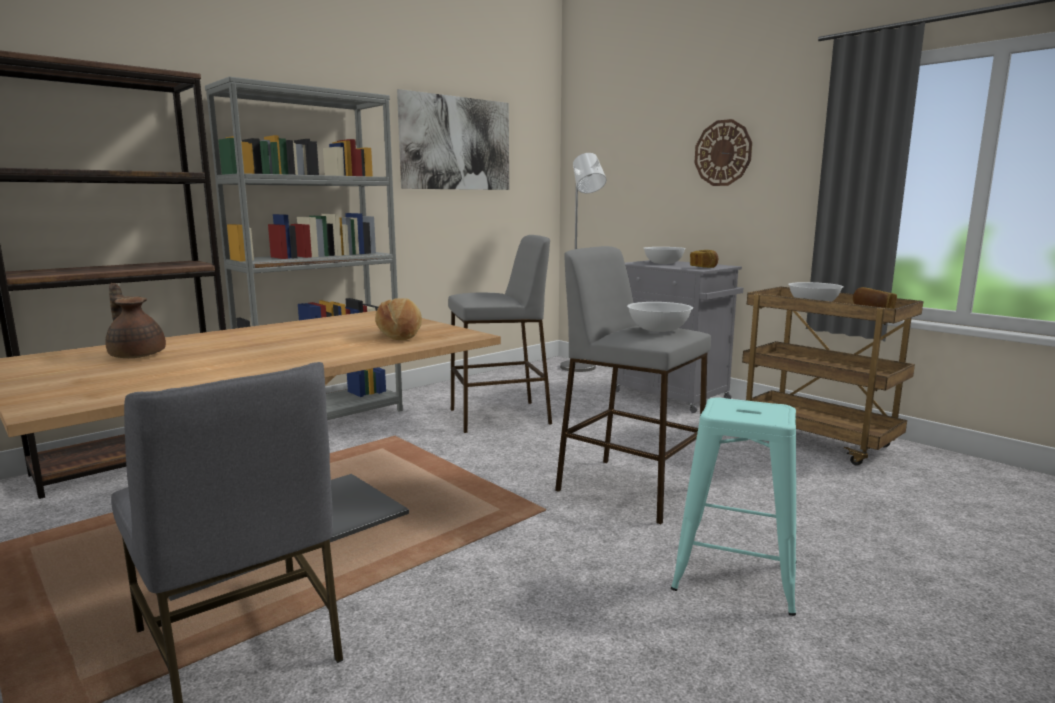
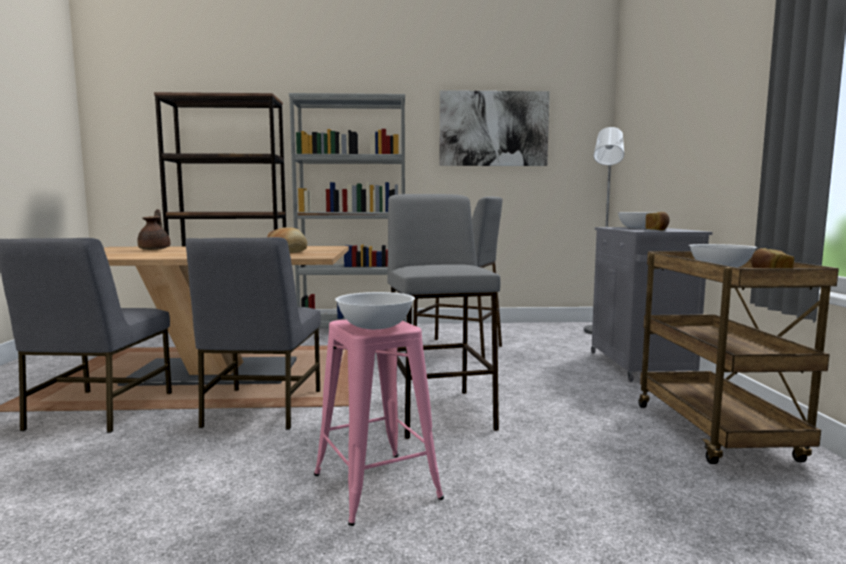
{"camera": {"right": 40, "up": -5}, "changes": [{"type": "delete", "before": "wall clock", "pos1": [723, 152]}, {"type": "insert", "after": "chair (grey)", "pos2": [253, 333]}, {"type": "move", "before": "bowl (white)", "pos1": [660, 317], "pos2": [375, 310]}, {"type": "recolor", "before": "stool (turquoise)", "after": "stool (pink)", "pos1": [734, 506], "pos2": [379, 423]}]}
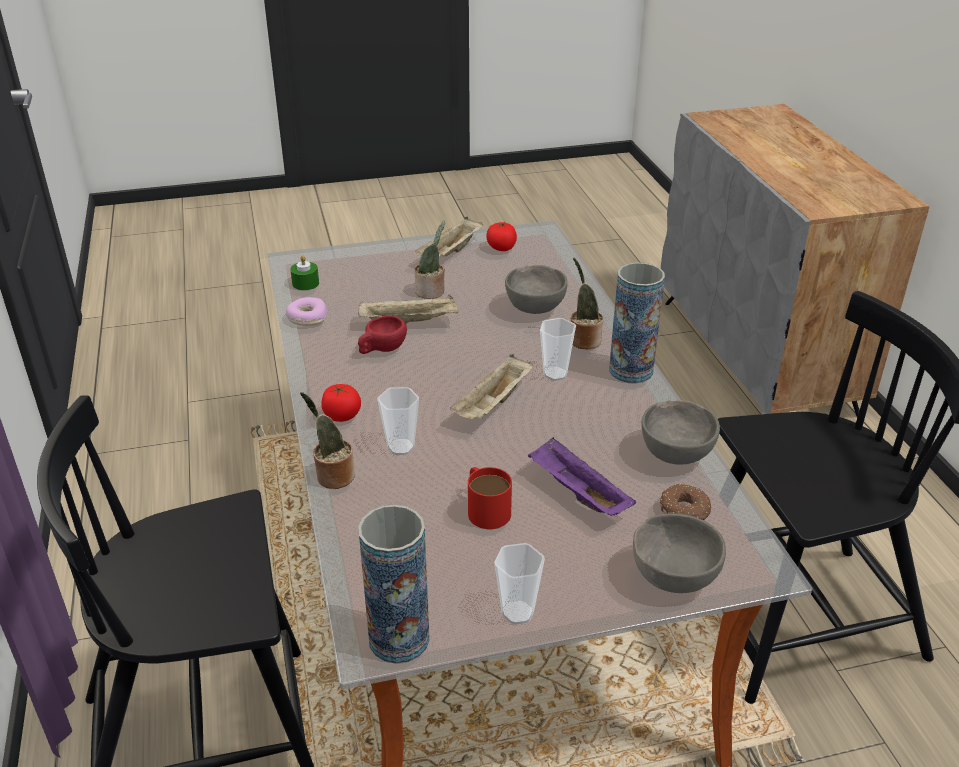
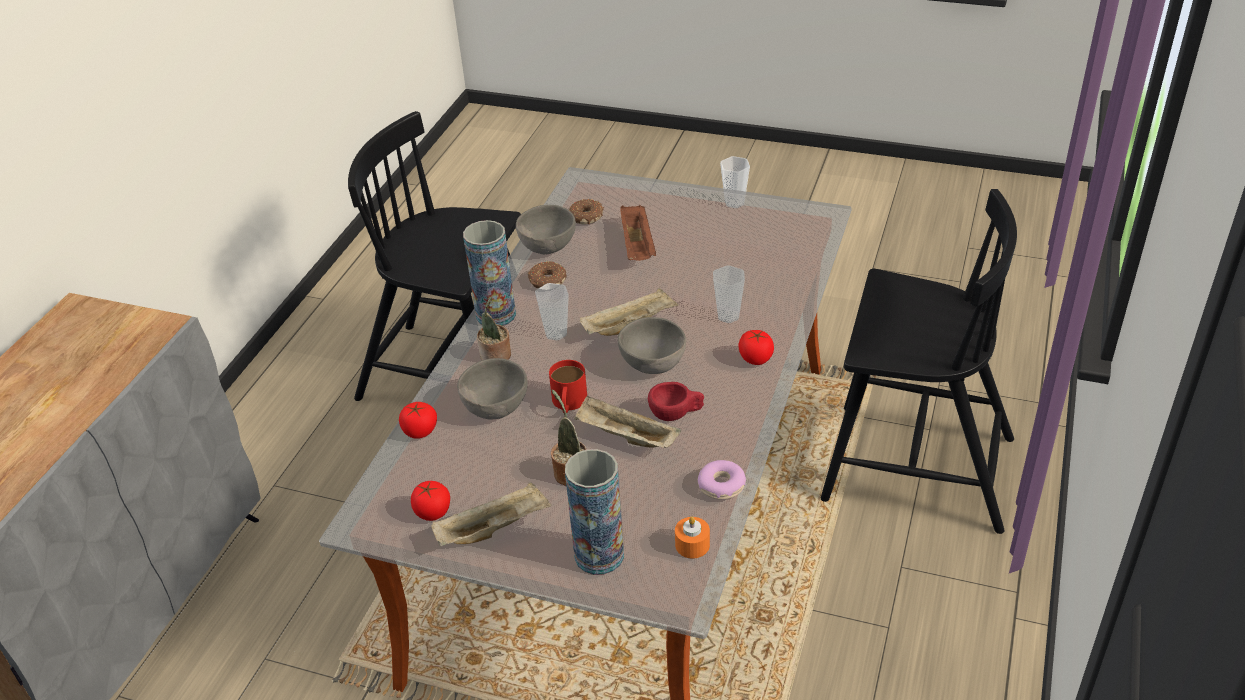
{"camera": {"right": -145, "up": 5}, "changes": [{"type": "delete", "before": "potted plant", "pos1": [327, 440]}, {"type": "insert", "after": "tomato", "pos2": [418, 420]}, {"type": "insert", "after": "donut", "pos2": [547, 274]}, {"type": "move", "before": "vase", "pos1": [394, 584], "pos2": [594, 512]}, {"type": "move", "before": "mug (red)", "pos1": [490, 498], "pos2": [568, 386]}, {"type": "move", "before": "bowl (grey)", "pos1": [679, 553], "pos2": [652, 345]}, {"type": "recolor", "before": "candle (green)", "after": "candle (orange)", "pos1": [304, 272], "pos2": [692, 538]}, {"type": "recolor", "before": "tray (purple)", "after": "tray (brown)", "pos1": [582, 476], "pos2": [638, 233]}]}
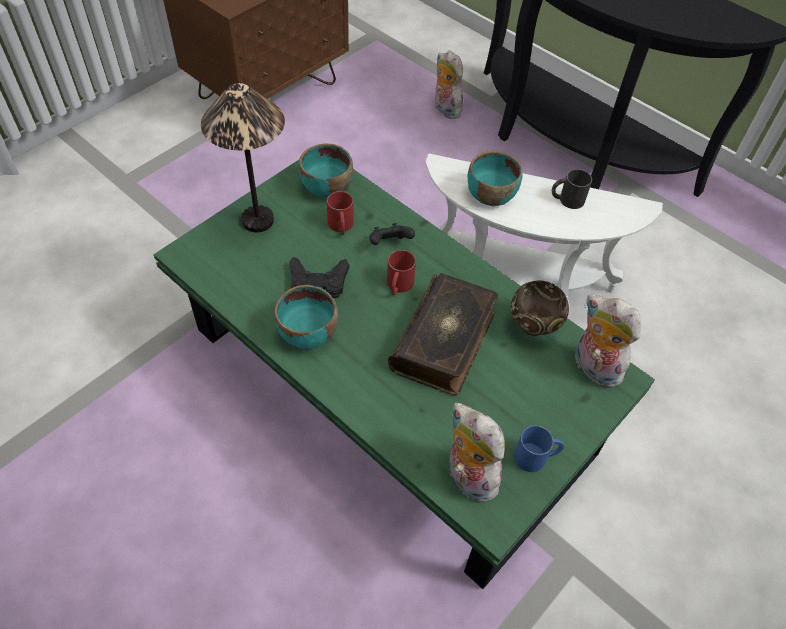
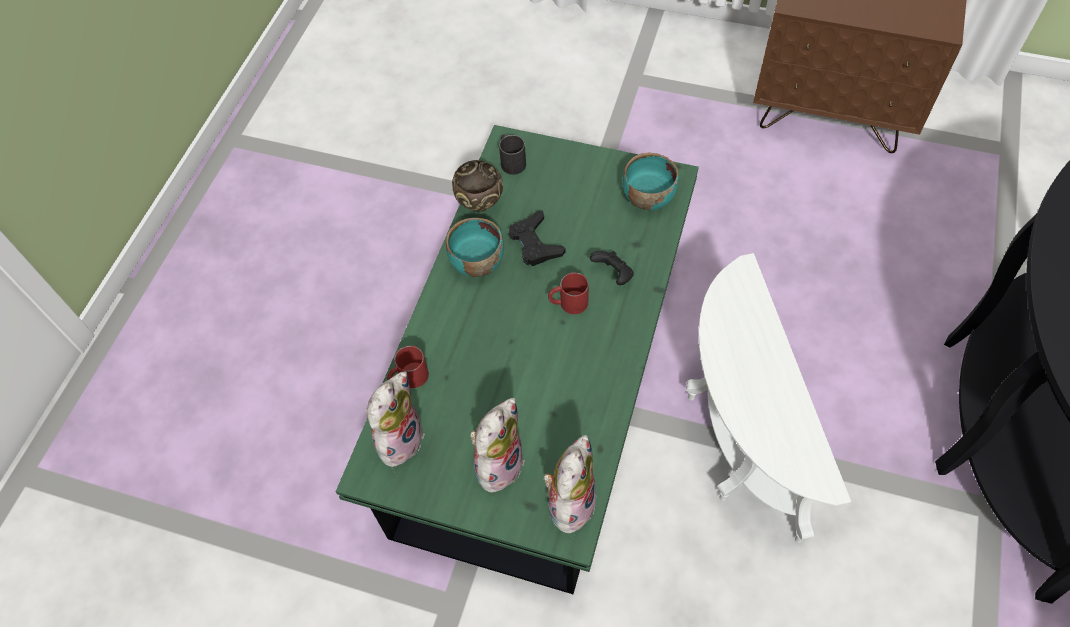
{"camera": {"right": 70, "up": 5}, "changes": [{"type": "delete", "before": "table lamp", "pos1": [243, 157]}, {"type": "delete", "before": "book", "pos1": [443, 334]}, {"type": "delete", "before": "bowl (turquoise)", "pos1": [495, 178]}, {"type": "delete", "before": "mug (blue)", "pos1": [539, 448]}, {"type": "move", "before": "mug (red)", "pos1": [340, 213], "pos2": [408, 367]}, {"type": "move", "before": "plush toy", "pos1": [449, 84], "pos2": [497, 445]}, {"type": "move", "before": "bowl (brown)", "pos1": [540, 308], "pos2": [477, 186]}, {"type": "move", "before": "mug (black)", "pos1": [572, 189], "pos2": [512, 154]}]}
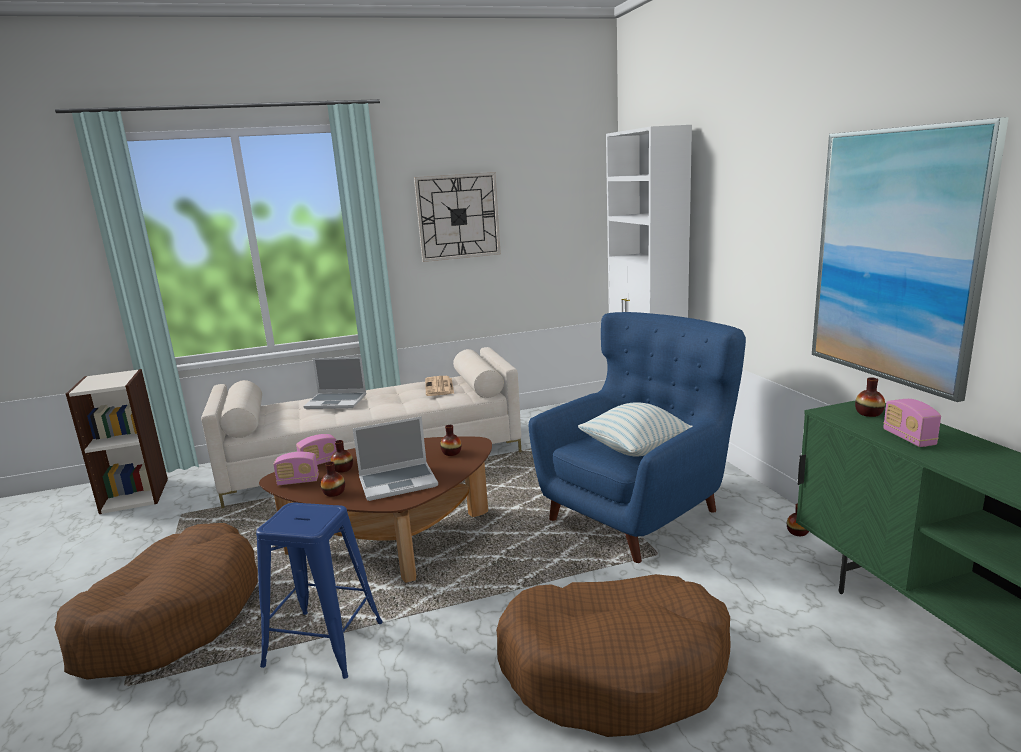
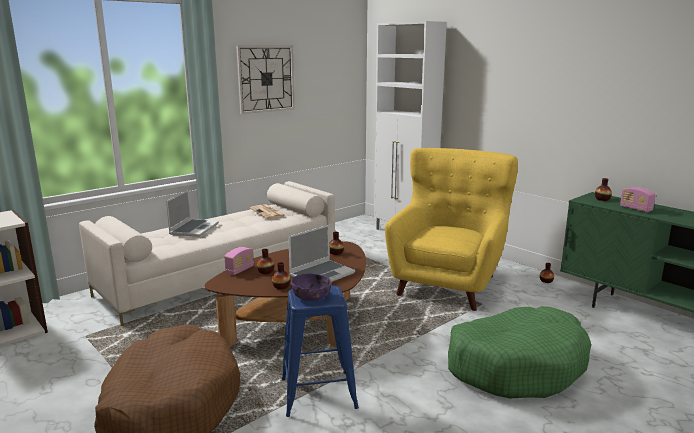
{"camera": {"right": -25, "up": 0}, "changes": [{"type": "delete", "before": "radio", "pos1": [296, 468]}, {"type": "delete", "before": "pillow", "pos1": [635, 429]}, {"type": "delete", "before": "picture", "pos1": [910, 259]}, {"type": "insert", "after": "bowl (purple)", "pos2": [311, 287]}, {"type": "recolor", "before": "dog bed (brown)", "after": "dog bed (green)", "pos1": [613, 655], "pos2": [519, 352]}, {"type": "recolor", "before": "armchair (blue)", "after": "armchair (yellow)", "pos1": [637, 437], "pos2": [451, 229]}, {"type": "rotate", "before": "laptop", "pos1": [335, 383], "pos2": [192, 213], "turn": -60}]}
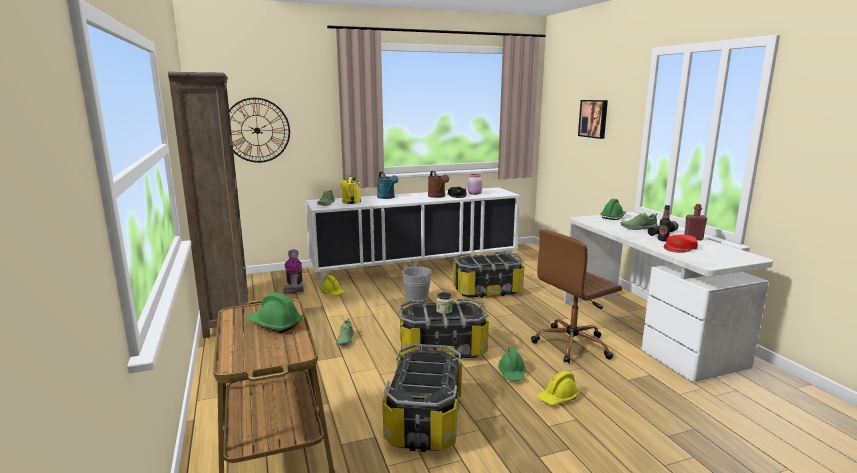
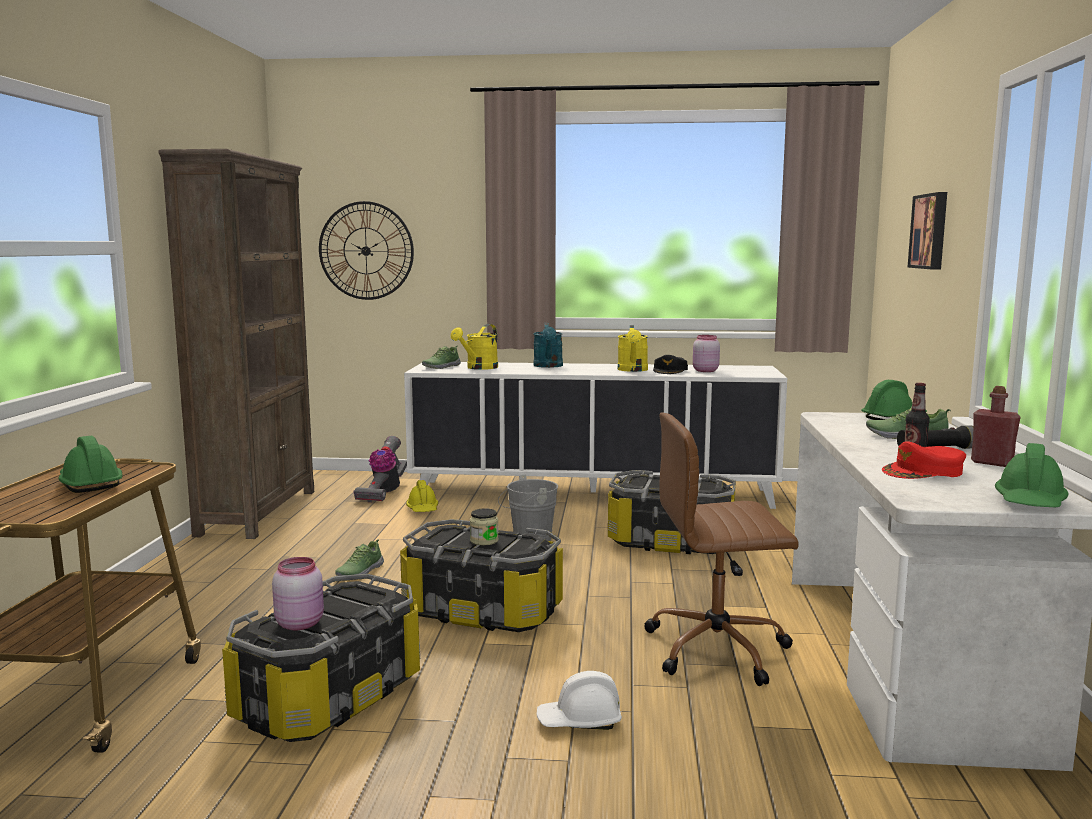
{"camera": {"right": 25, "up": -5}, "changes": [{"type": "insert", "after": "jar (pink)", "pos2": [298, 593]}, {"type": "move", "before": "hard hat (green)", "pos1": [512, 364], "pos2": [1032, 475]}, {"type": "recolor", "before": "watering can (brown)", "after": "watering can (yellow)", "pos1": [438, 184], "pos2": [633, 348]}, {"type": "recolor", "before": "hard hat (yellow)", "after": "hard hat (white)", "pos1": [558, 388], "pos2": [579, 700]}]}
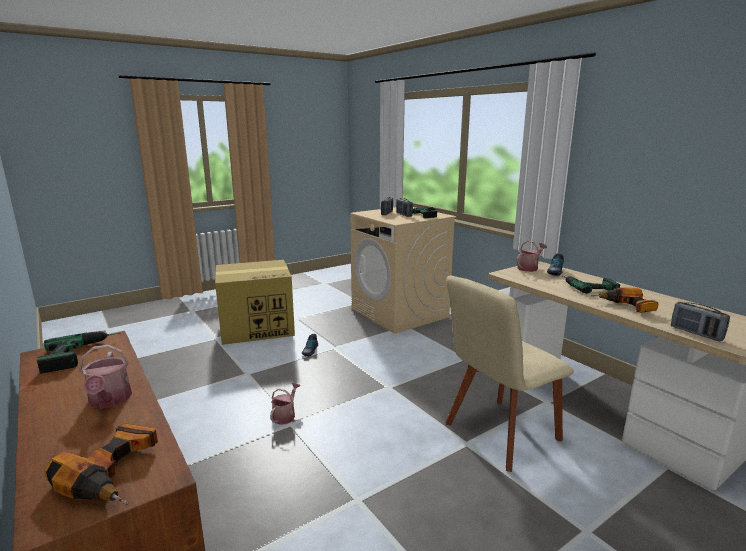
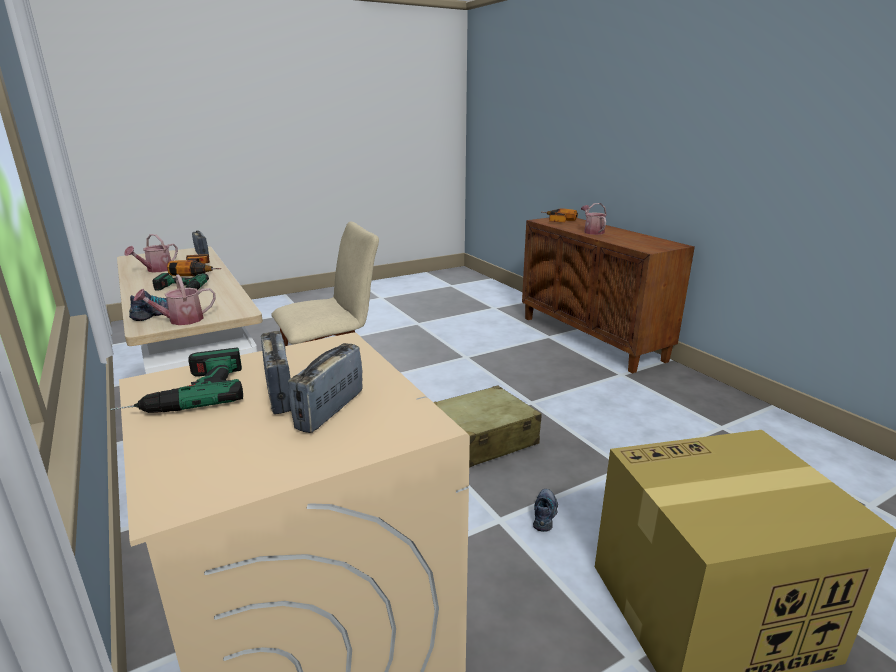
{"camera": {"right": -175, "up": 5}, "changes": [{"type": "delete", "before": "power drill", "pos1": [79, 352]}, {"type": "insert", "after": "suitcase (beige)", "pos2": [487, 426]}, {"type": "move", "before": "watering can", "pos1": [285, 404], "pos2": [151, 253]}]}
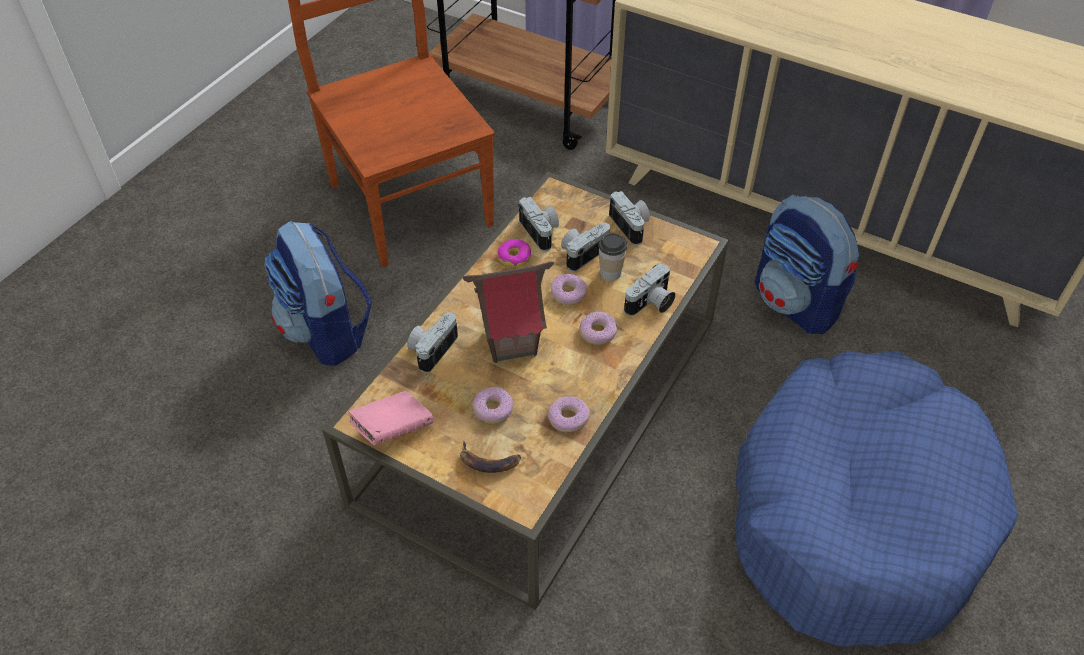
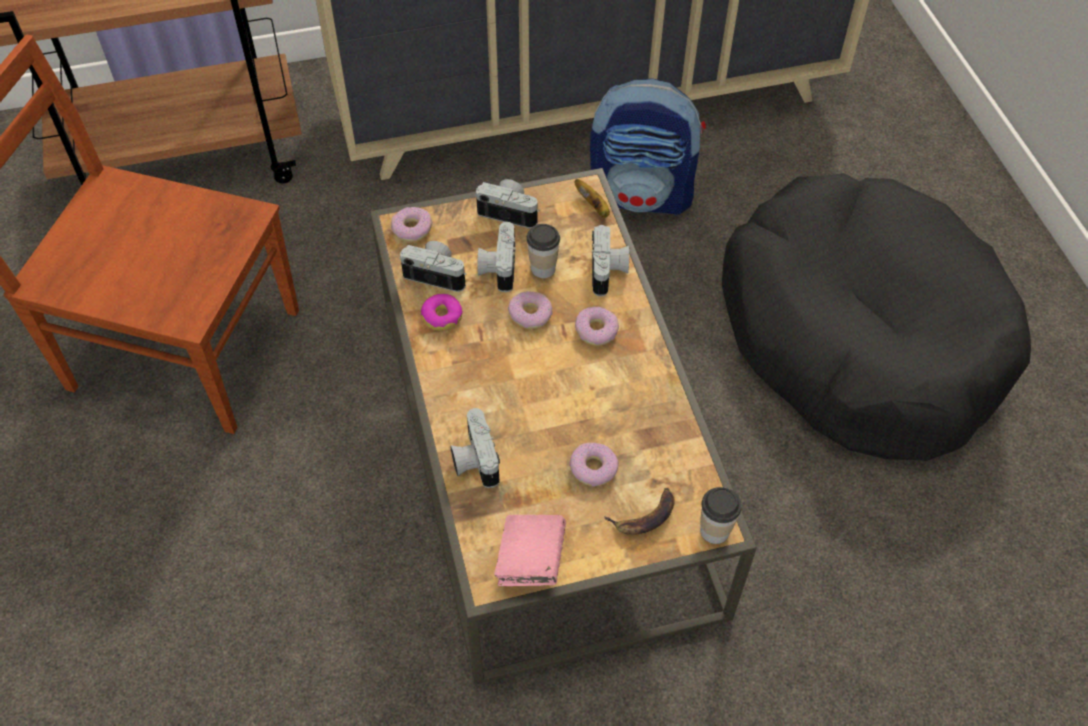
{"camera": {"right": -45, "up": 5}, "changes": [{"type": "delete", "before": "backpack", "pos1": [318, 293]}, {"type": "delete", "before": "toy house", "pos1": [508, 312]}, {"type": "insert", "after": "banana", "pos2": [592, 198]}, {"type": "insert", "after": "cup", "pos2": [721, 515]}, {"type": "move", "before": "donut", "pos1": [569, 414], "pos2": [411, 224]}, {"type": "recolor", "before": "dog bed (blue)", "after": "dog bed (black)", "pos1": [876, 499], "pos2": [876, 317]}]}
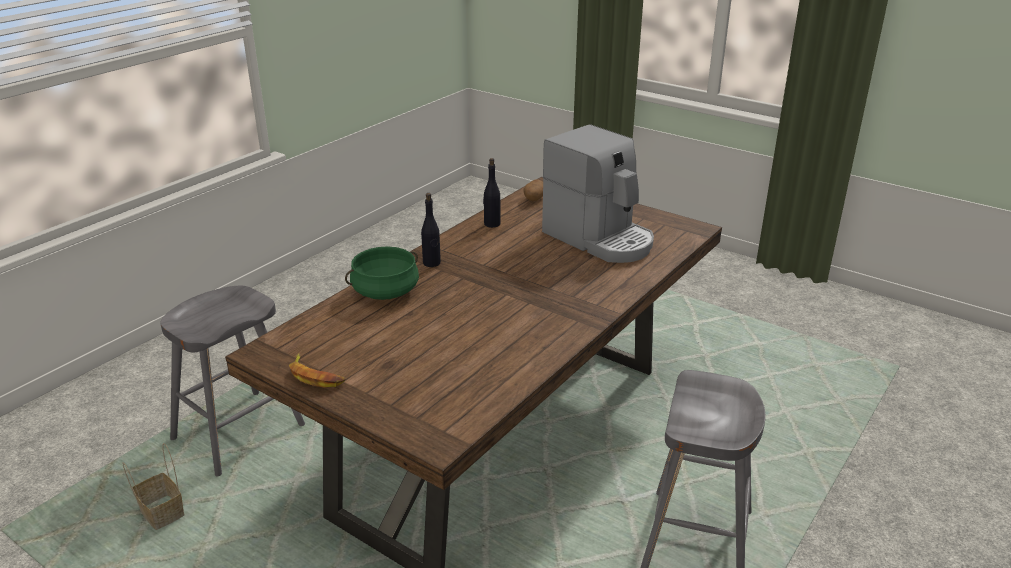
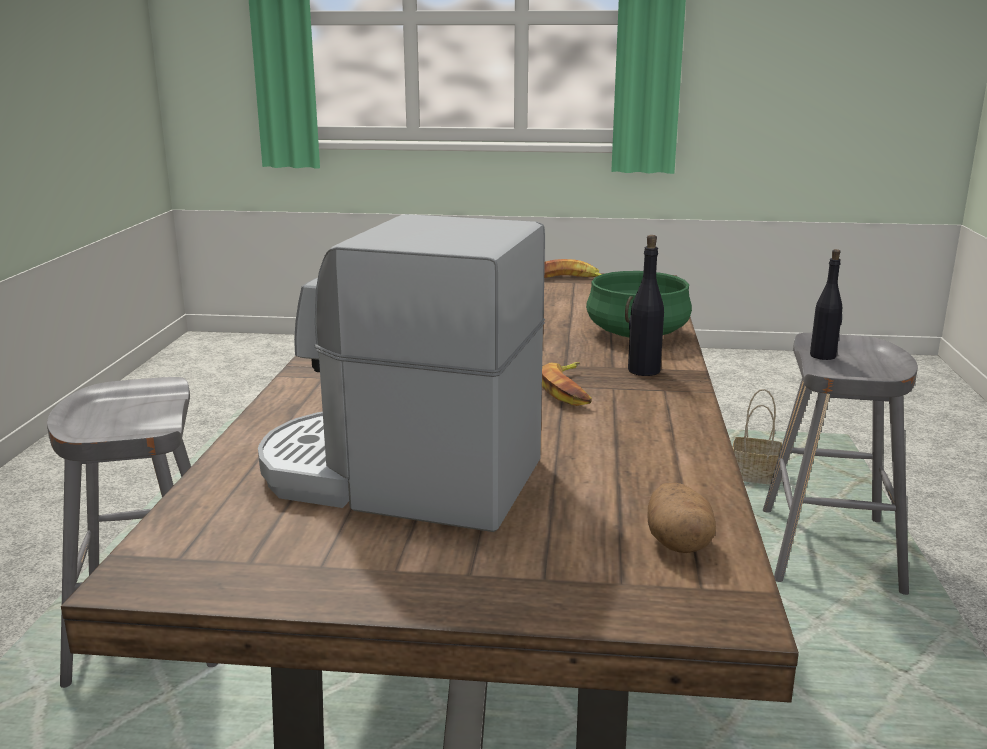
{"camera": {"right": 150, "up": -10}, "changes": [{"type": "insert", "after": "banana", "pos2": [567, 384]}, {"type": "move", "before": "bottle (black)", "pos1": [491, 193], "pos2": [826, 304]}]}
